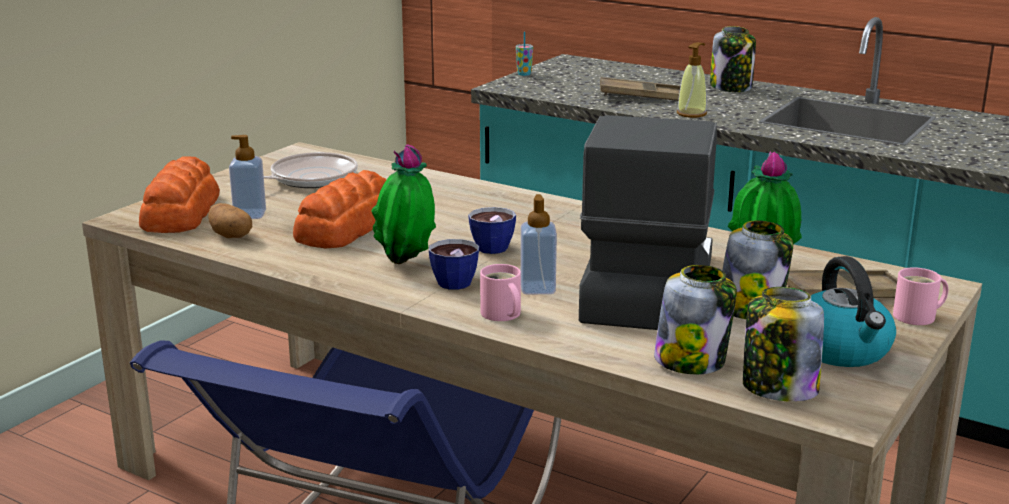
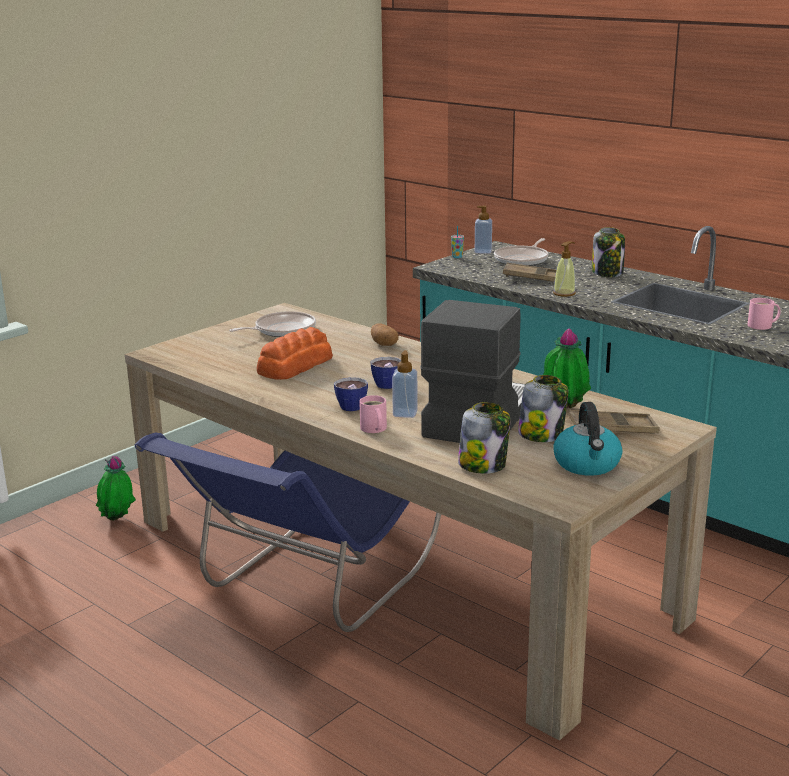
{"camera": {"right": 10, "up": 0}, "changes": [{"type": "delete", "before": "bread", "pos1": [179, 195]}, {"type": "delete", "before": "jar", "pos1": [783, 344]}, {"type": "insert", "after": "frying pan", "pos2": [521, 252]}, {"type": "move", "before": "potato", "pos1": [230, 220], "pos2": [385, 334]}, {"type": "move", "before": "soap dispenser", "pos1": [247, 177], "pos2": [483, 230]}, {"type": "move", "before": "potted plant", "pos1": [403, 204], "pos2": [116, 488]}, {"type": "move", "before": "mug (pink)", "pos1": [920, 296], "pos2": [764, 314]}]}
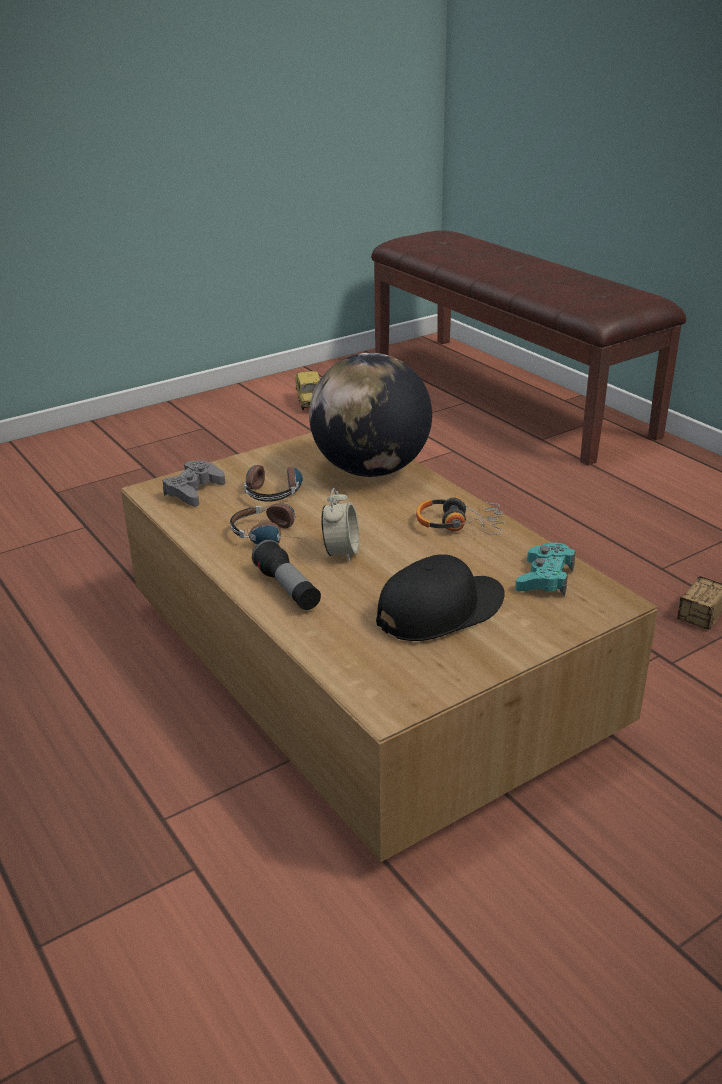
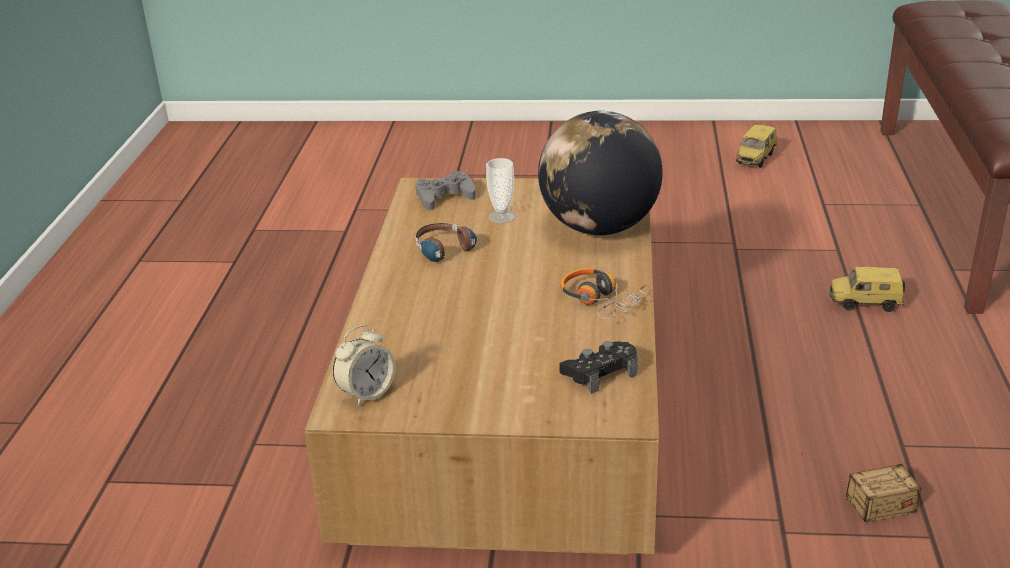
{"camera": {"right": 40, "up": 0}, "changes": [{"type": "delete", "before": "flashlight", "pos1": [286, 575]}, {"type": "delete", "before": "cap (black)", "pos1": [440, 597]}, {"type": "insert", "after": "toy car", "pos2": [867, 289]}, {"type": "move", "before": "alarm clock", "pos1": [340, 525], "pos2": [364, 365]}, {"type": "replace", "before": "headphones", "after": "cup", "pos1": [273, 482], "pos2": [501, 191]}, {"type": "recolor", "before": "game controller (turquoise)", "after": "game controller (black)", "pos1": [545, 569], "pos2": [598, 367]}]}
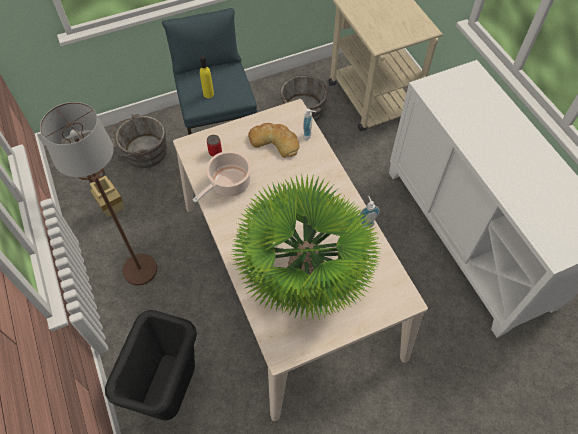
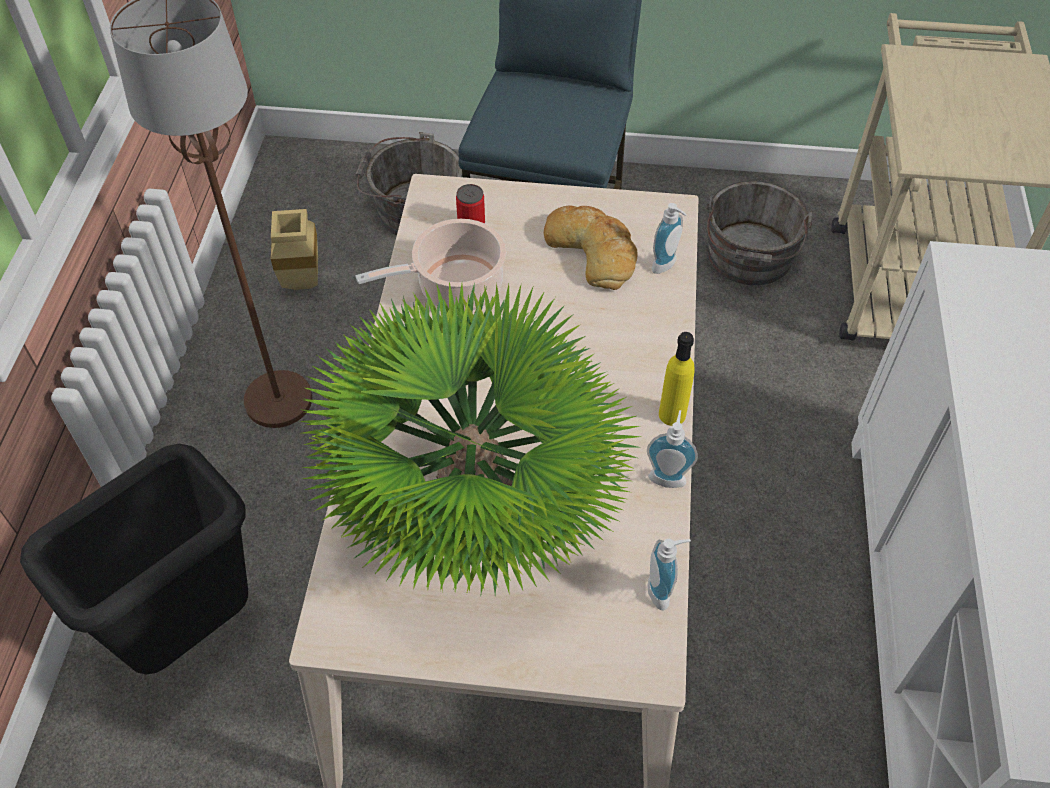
{"camera": {"right": 30, "up": -5}, "changes": [{"type": "insert", "after": "soap dispenser", "pos2": [669, 575]}, {"type": "move", "before": "bottle (yellow)", "pos1": [207, 77], "pos2": [677, 379]}]}
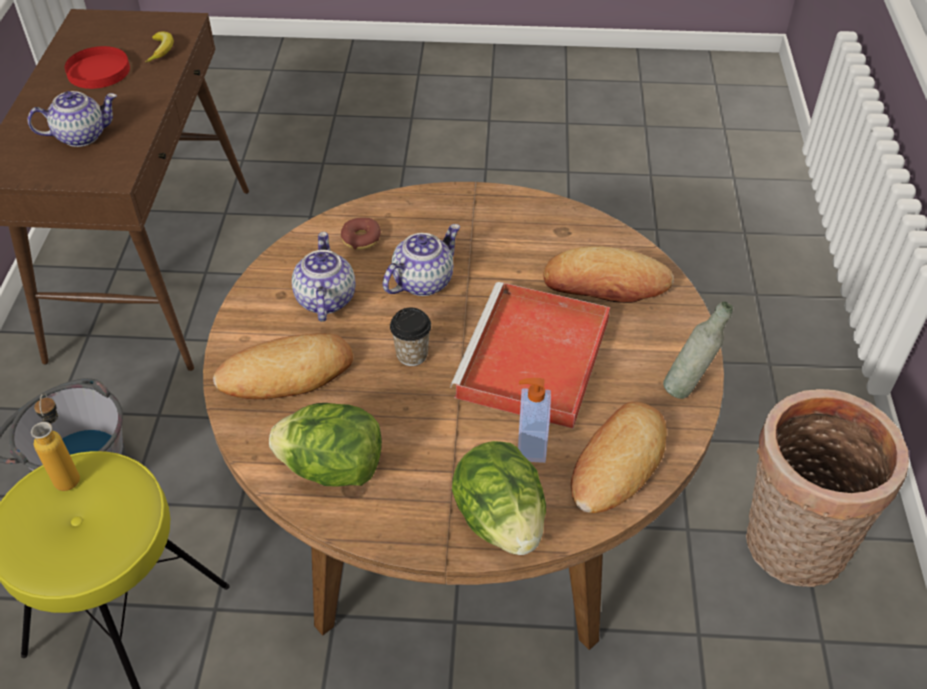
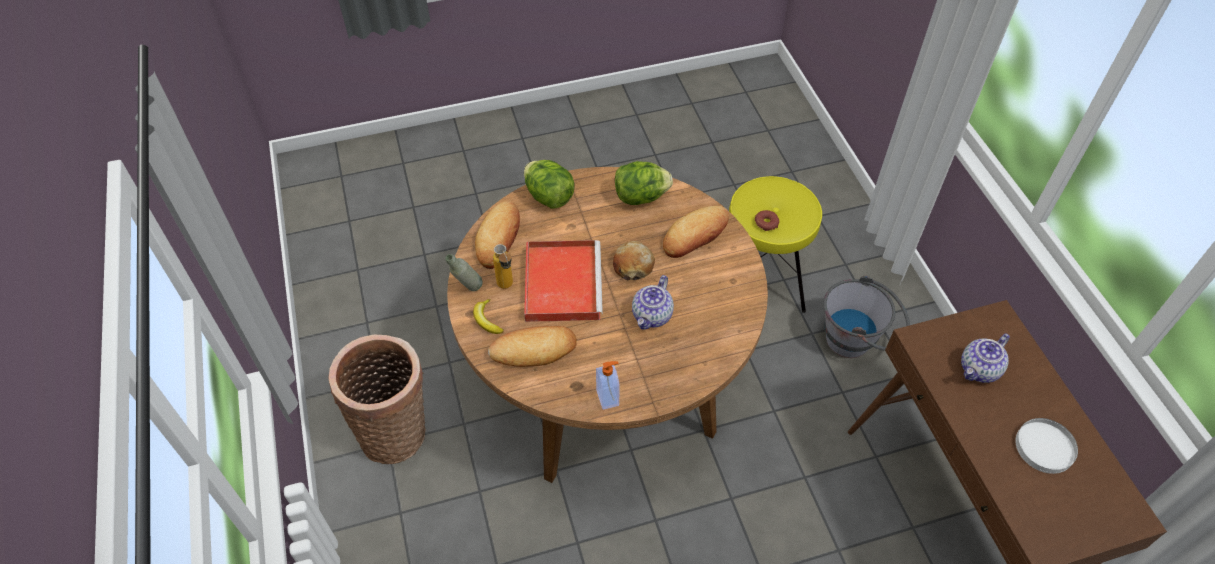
{"camera": {"right": 160, "up": 5}, "changes": [{"type": "delete", "before": "teapot", "pos1": [323, 277]}, {"type": "move", "before": "bottle", "pos1": [55, 442], "pos2": [503, 266]}, {"type": "move", "before": "banana", "pos1": [159, 47], "pos2": [488, 316]}, {"type": "move", "before": "donut", "pos1": [361, 234], "pos2": [767, 220]}, {"type": "move", "before": "soap dispenser", "pos1": [534, 420], "pos2": [608, 385]}, {"type": "replace", "before": "cup", "after": "bread", "pos1": [410, 337], "pos2": [634, 261]}, {"type": "recolor", "before": "plate (red)", "after": "plate (white)", "pos1": [97, 67], "pos2": [1046, 446]}]}
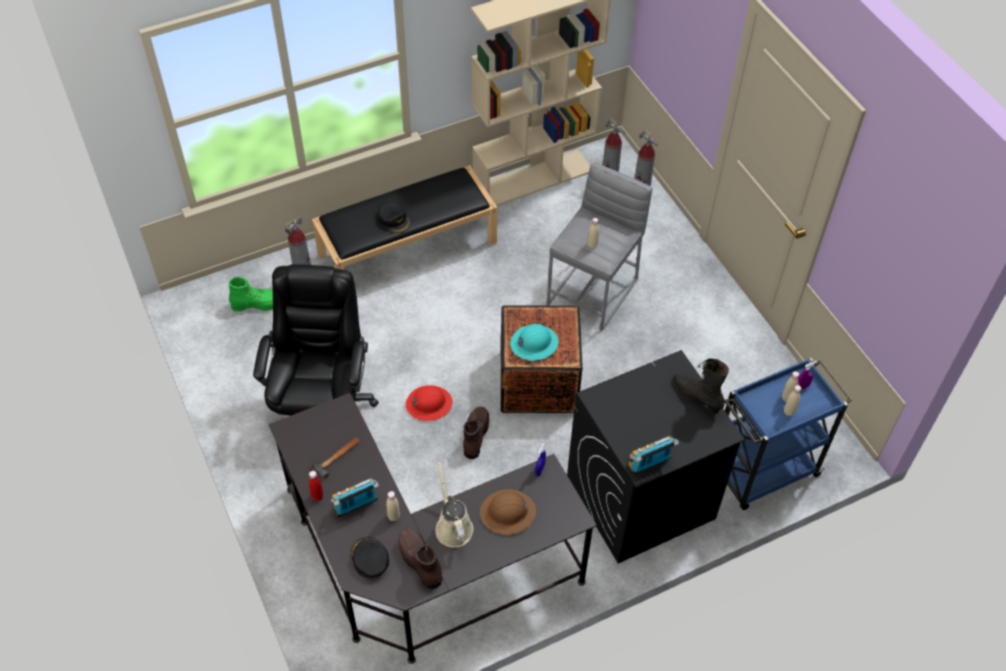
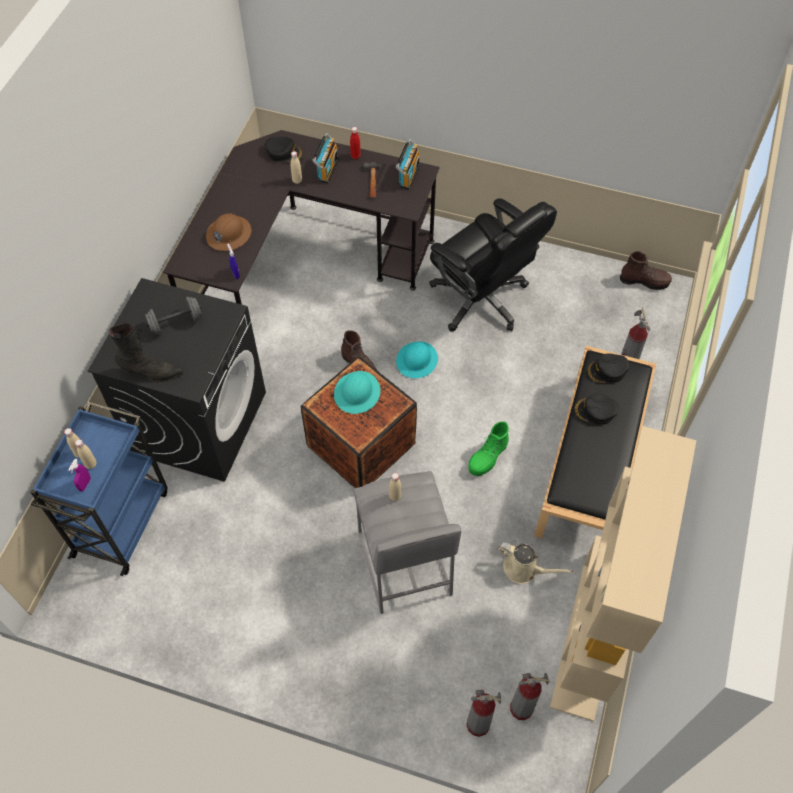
{"camera": {"right": 135, "up": 5}, "changes": [{"type": "insert", "after": "dumbbell (grey)", "pos2": [173, 316]}, {"type": "insert", "after": "cap (black)", "pos2": [608, 368]}, {"type": "move", "before": "boot (green)", "pos1": [251, 294], "pos2": [488, 448]}, {"type": "move", "before": "boot (brown)", "pos1": [420, 558], "pos2": [646, 270]}, {"type": "move", "before": "watering can (beige)", "pos1": [454, 504], "pos2": [535, 563]}, {"type": "move", "before": "radio", "pos1": [653, 455], "pos2": [408, 164]}, {"type": "recolor", "before": "hard hat (red)", "after": "hard hat (turquoise)", "pos1": [429, 403], "pos2": [417, 360]}]}
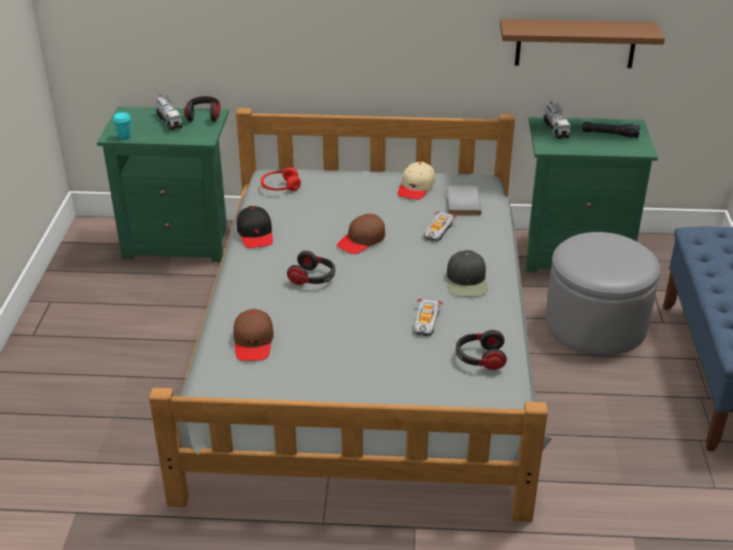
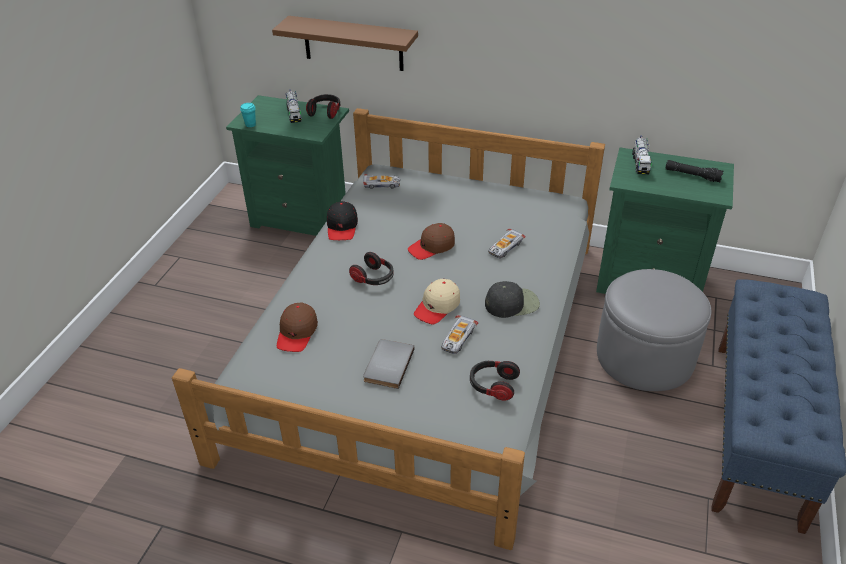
{"camera": {"right": 15, "up": 5}, "changes": [{"type": "move", "before": "cap (beige)", "pos1": [416, 181], "pos2": [437, 301]}, {"type": "move", "before": "book (grey)", "pos1": [464, 200], "pos2": [389, 364]}, {"type": "move", "before": "shelf (brown)", "pos1": [582, 43], "pos2": [345, 43]}, {"type": "replace", "before": "headphones (red)", "after": "toy car", "pos1": [281, 179], "pos2": [381, 181]}, {"type": "rotate", "before": "cap (black)", "pos1": [467, 273], "pos2": [512, 299], "turn": -120}]}
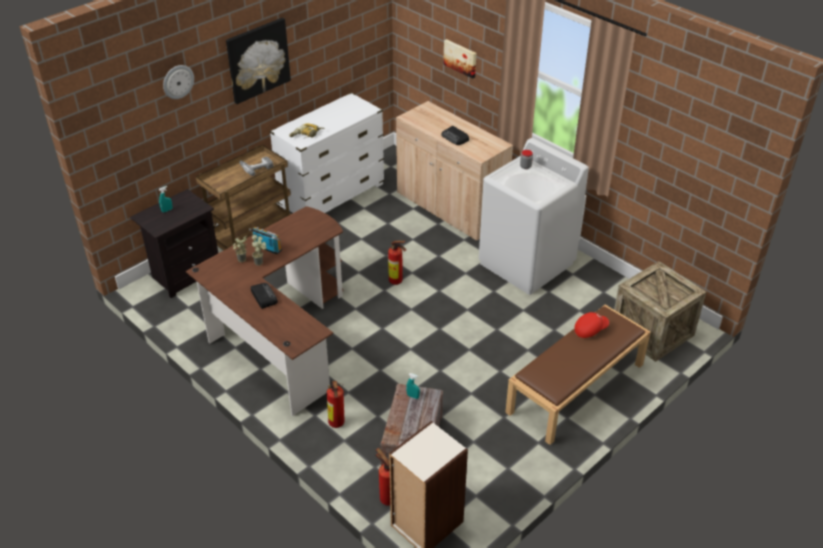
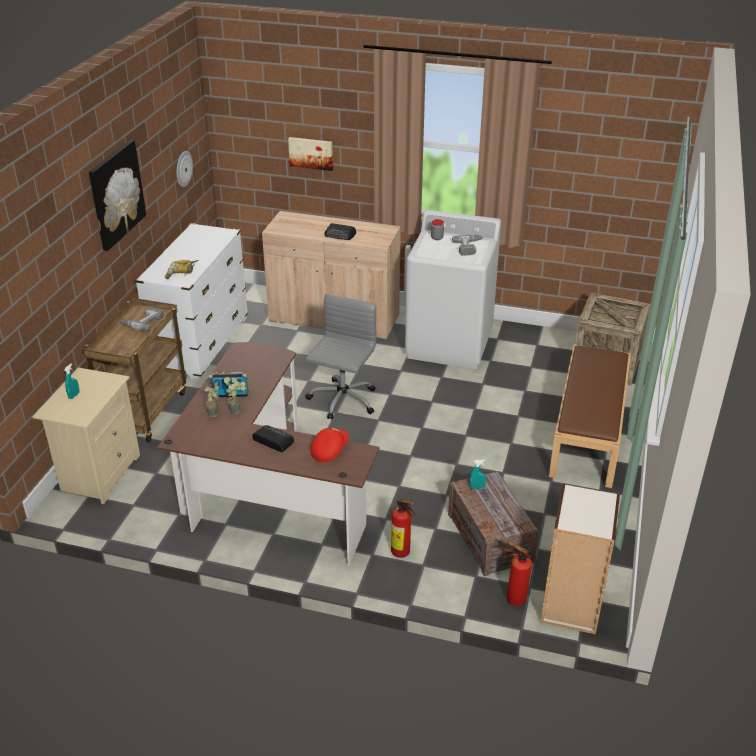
{"camera": {"right": -30, "up": -5}, "changes": [{"type": "insert", "after": "power drill", "pos2": [467, 245]}, {"type": "move", "before": "wall clock", "pos1": [178, 82], "pos2": [184, 169]}, {"type": "move", "before": "cap (red)", "pos1": [591, 325], "pos2": [330, 444]}, {"type": "replace", "before": "fire extinguisher", "after": "office chair (grey)", "pos1": [397, 263], "pos2": [340, 357]}, {"type": "recolor", "before": "nightstand (black)", "after": "nightstand (beige)", "pos1": [174, 243], "pos2": [86, 436]}]}
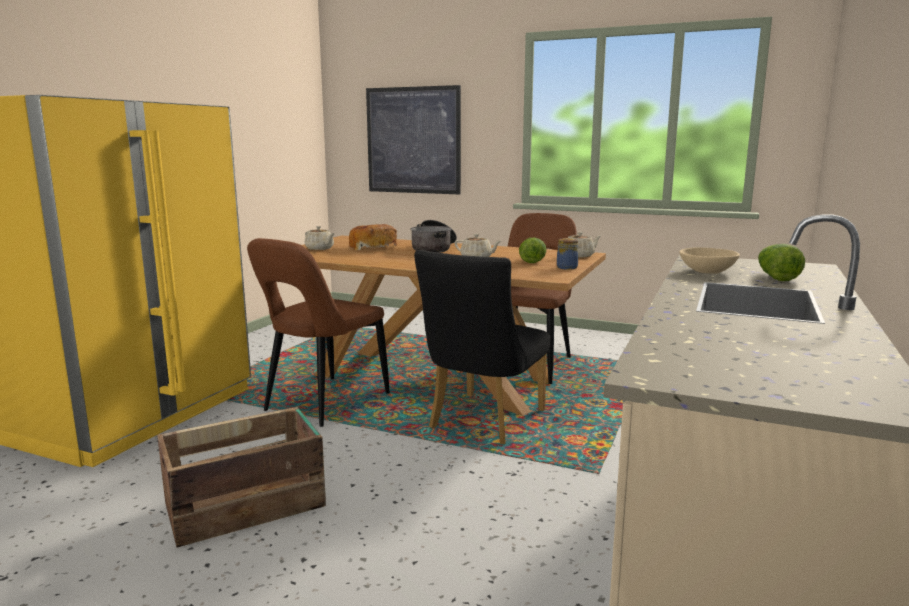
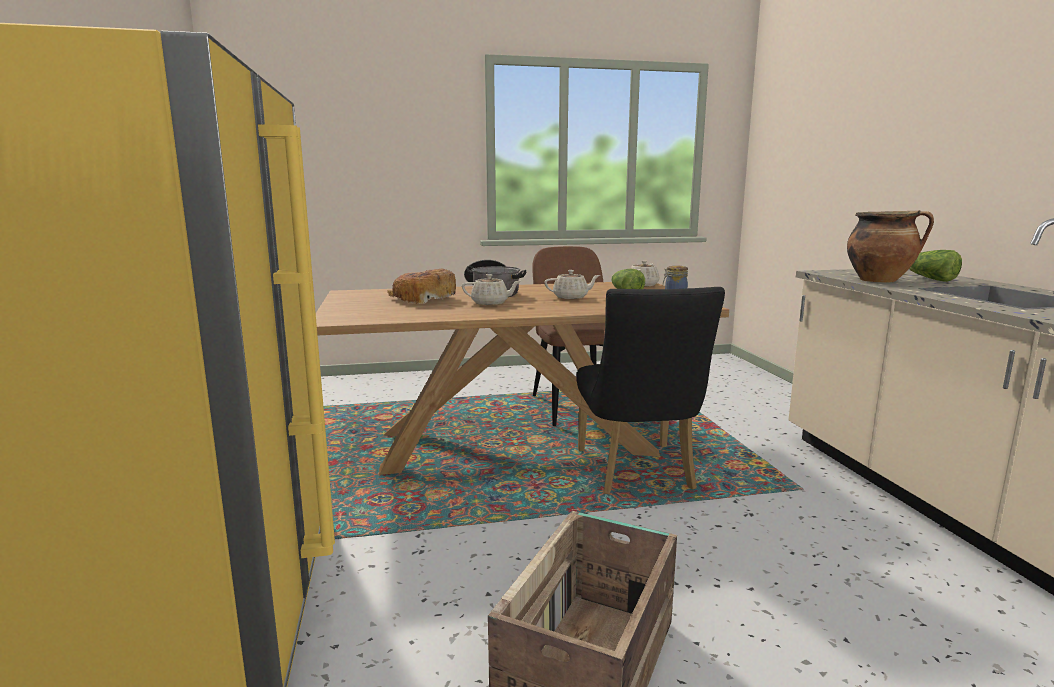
{"camera": {"right": -35, "up": 0}, "changes": [{"type": "delete", "before": "chair (brown)", "pos1": [318, 332]}, {"type": "delete", "before": "picture", "pos1": [413, 140]}, {"type": "move", "before": "teapot (beige)", "pos1": [320, 238], "pos2": [491, 289]}, {"type": "replace", "before": "bowl (beige)", "after": "cooking pot", "pos1": [709, 260], "pos2": [890, 246]}]}
